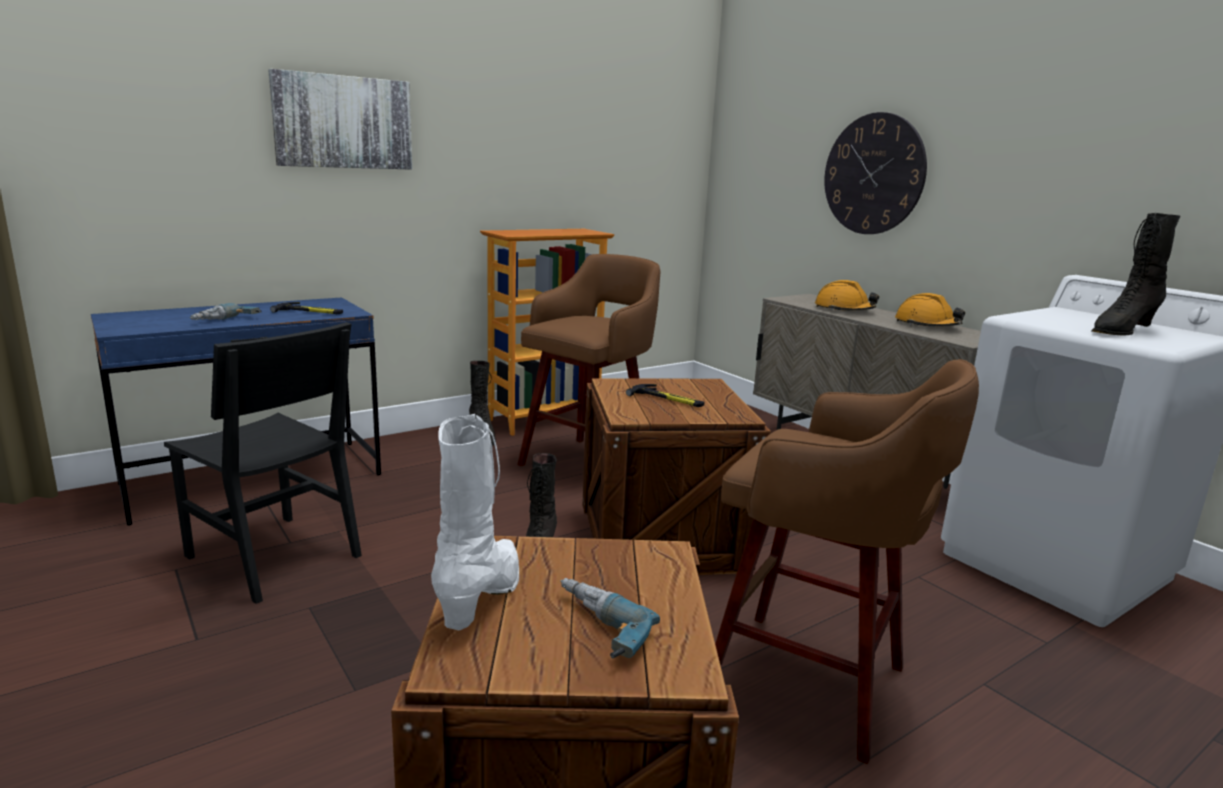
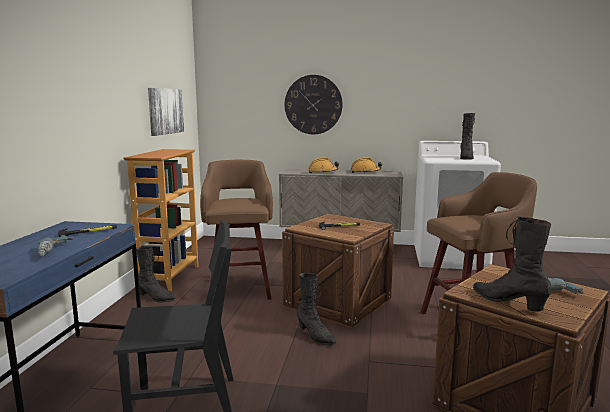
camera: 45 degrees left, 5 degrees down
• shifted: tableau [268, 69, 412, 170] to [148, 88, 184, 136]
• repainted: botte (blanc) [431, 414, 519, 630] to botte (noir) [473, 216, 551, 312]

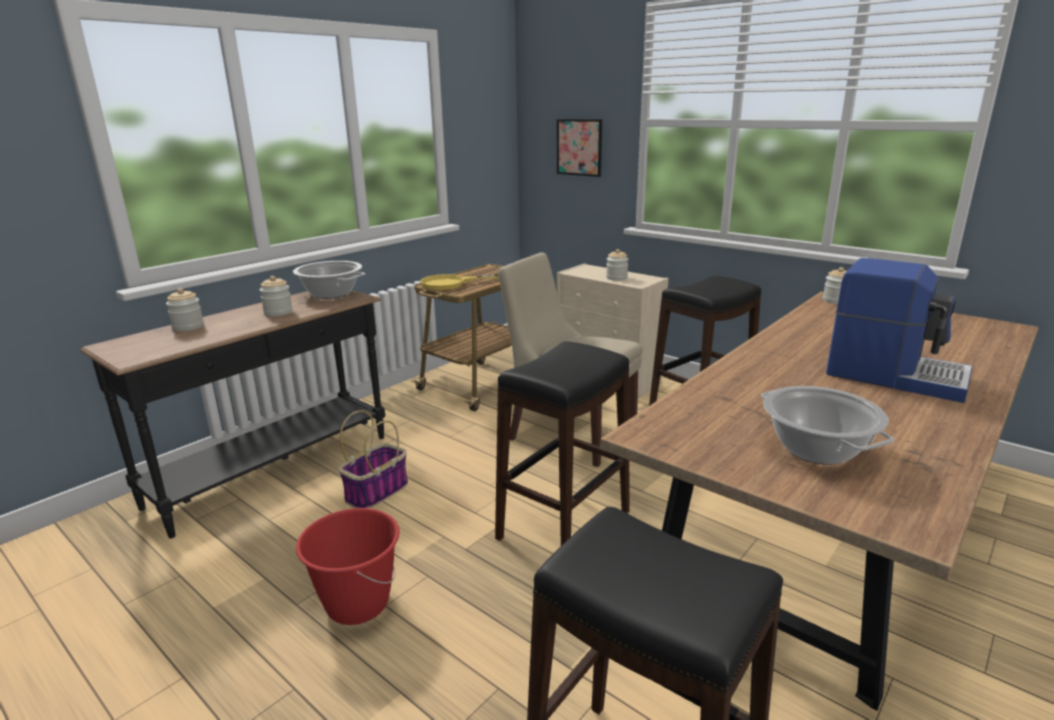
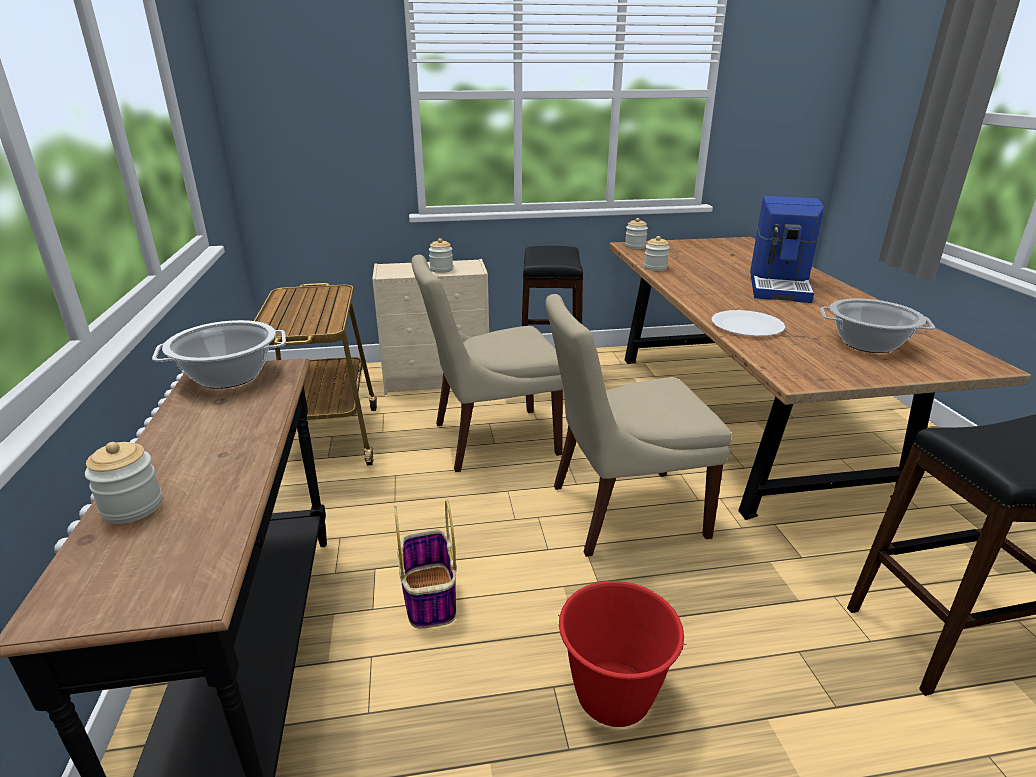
camera: 50 degrees left, 5 degrees up
• swapped: tabouret (noir) [495, 341, 630, 546] to chaise (beige) [545, 294, 732, 557]
• shifted: bocal [260, 276, 293, 316] to [644, 236, 670, 271]
• new: assiette (blanc) [711, 310, 785, 336]
• rotated: machine à café [826, 258, 972, 403] = [750, 196, 824, 303] 120 degrees clockwise
• gone: poêle (jaune) [420, 274, 499, 290]
• gone: tableau [557, 119, 602, 177]

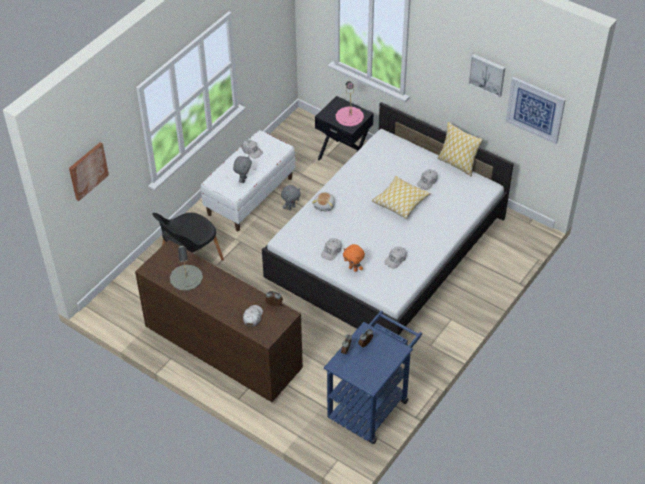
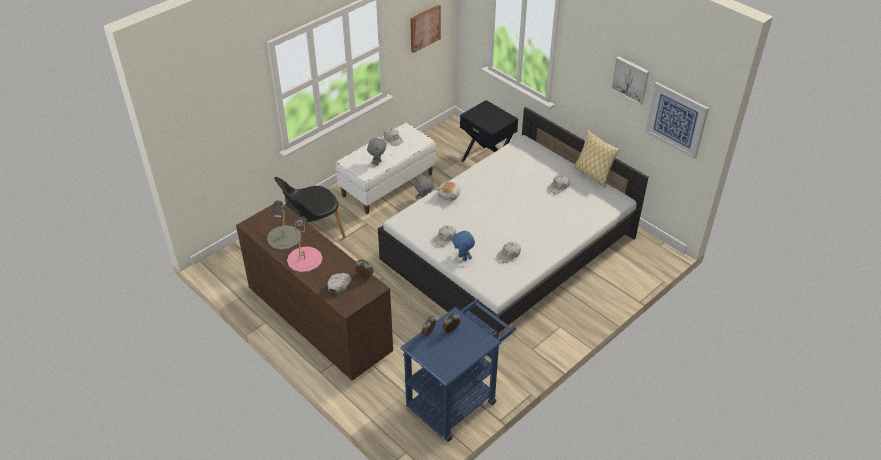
camera: 10 degrees right, 5 degrees down
• shifted: lampe de table (rose) [336, 81, 364, 126] to [287, 217, 323, 272]
• shifted: tableau [69, 142, 109, 201] to [410, 5, 441, 53]
• repainted: peluche (orange) [343, 244, 365, 272] to peluche (bleu) [452, 231, 475, 261]
• gone: coussin [372, 176, 431, 219]

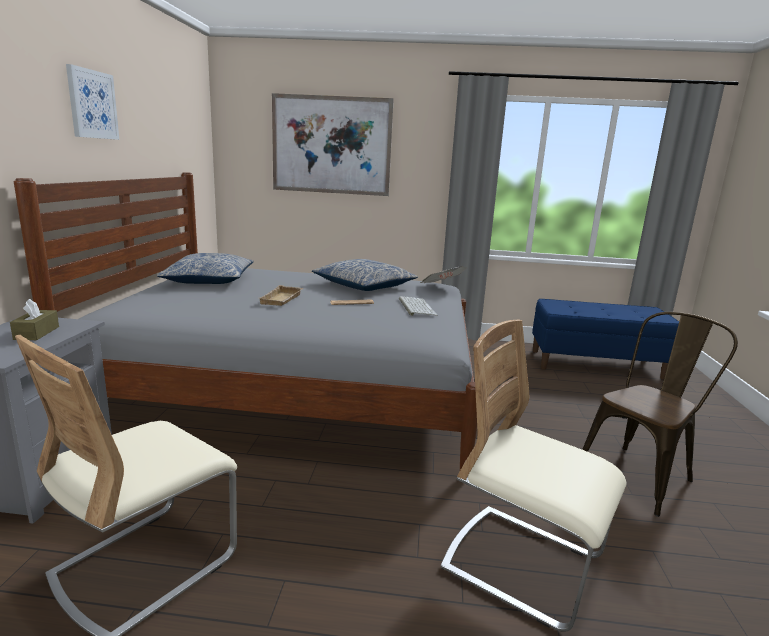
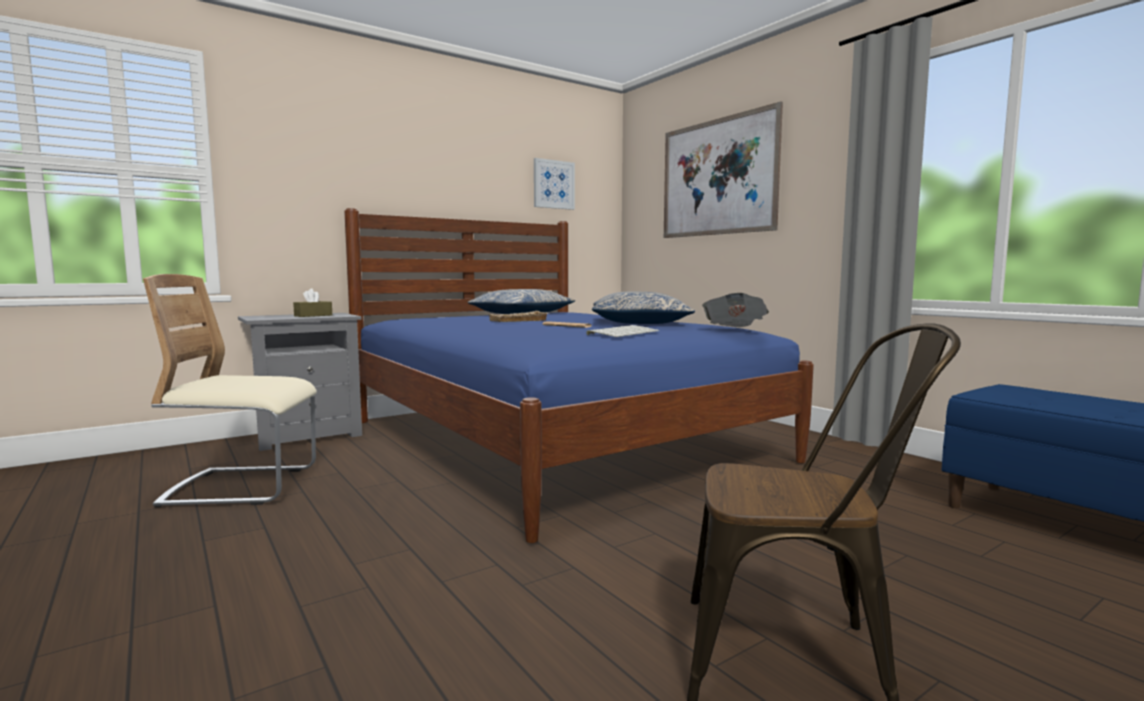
camera: 50 degrees right, 10 degrees down
• repainted: lit (gris) [14, 172, 477, 470] to lit (bleu) [344, 208, 814, 543]
• shifted: tableau [66, 64, 119, 140] to [534, 158, 575, 210]
• gone: chaise (beige) [440, 319, 626, 632]

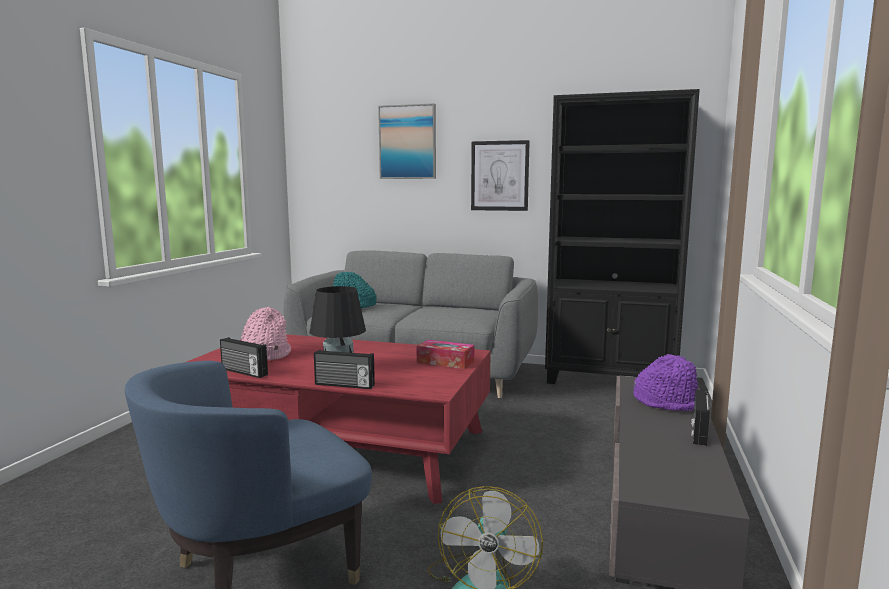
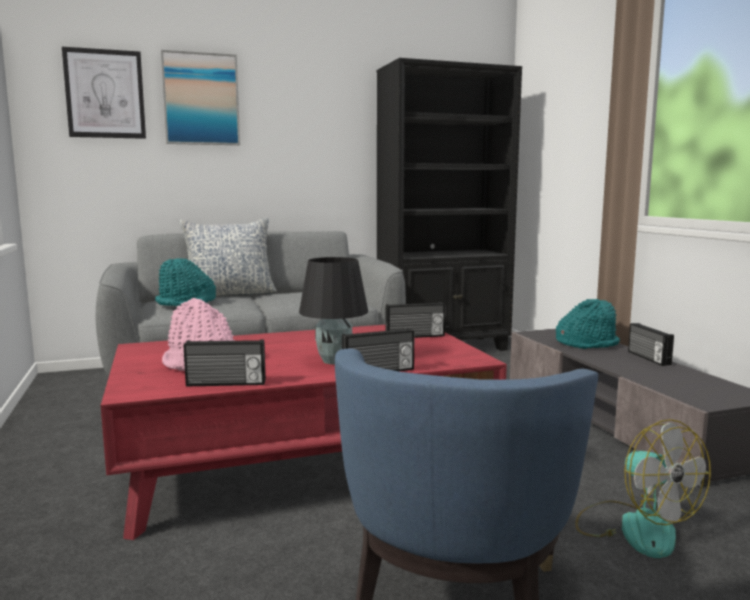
camera: 35 degrees left, 0 degrees up
• shifted: tableau [471, 140, 530, 211] to [62, 47, 146, 139]
• new: coussin [179, 218, 277, 296]
• swapped: boîte à mouchoirs [417, 340, 474, 369] to radio [386, 302, 445, 338]
• repainted: chapeau (violet) [633, 354, 698, 411] to chapeau (turquoise) [556, 299, 620, 349]

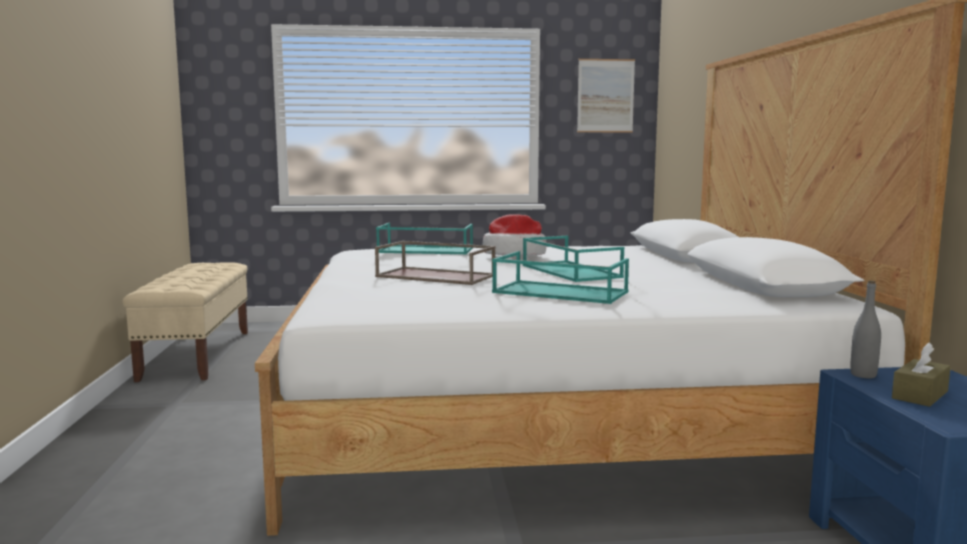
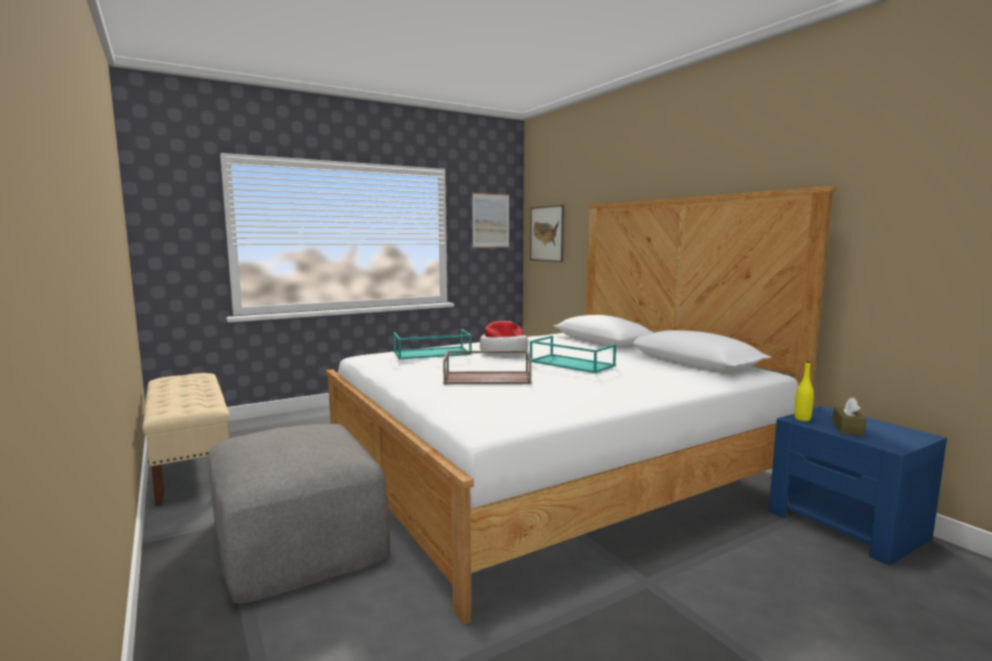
camera: 25 degrees left, 0 degrees up
• new: pouf (gris) [208, 424, 389, 604]
• new: tableau [530, 205, 564, 262]
• repainted: bouteille (gris) [850, 281, 881, 378] to bouteille (jaune) [794, 361, 814, 421]
• gone: plateau (turquoise) [492, 251, 629, 304]

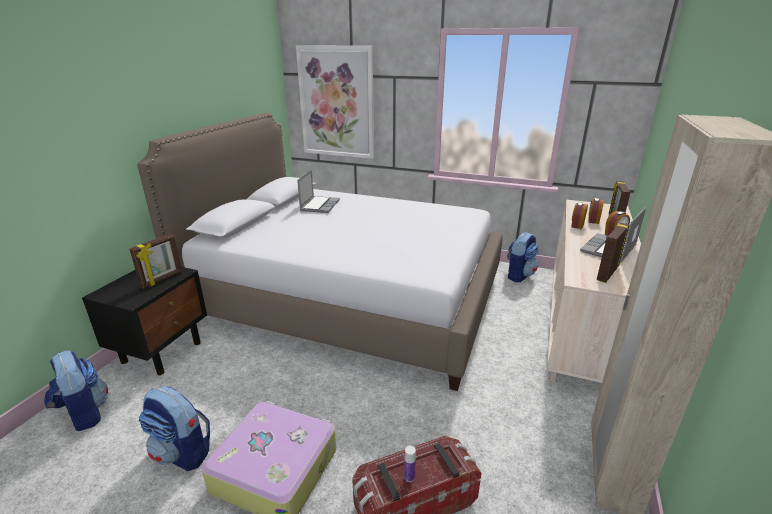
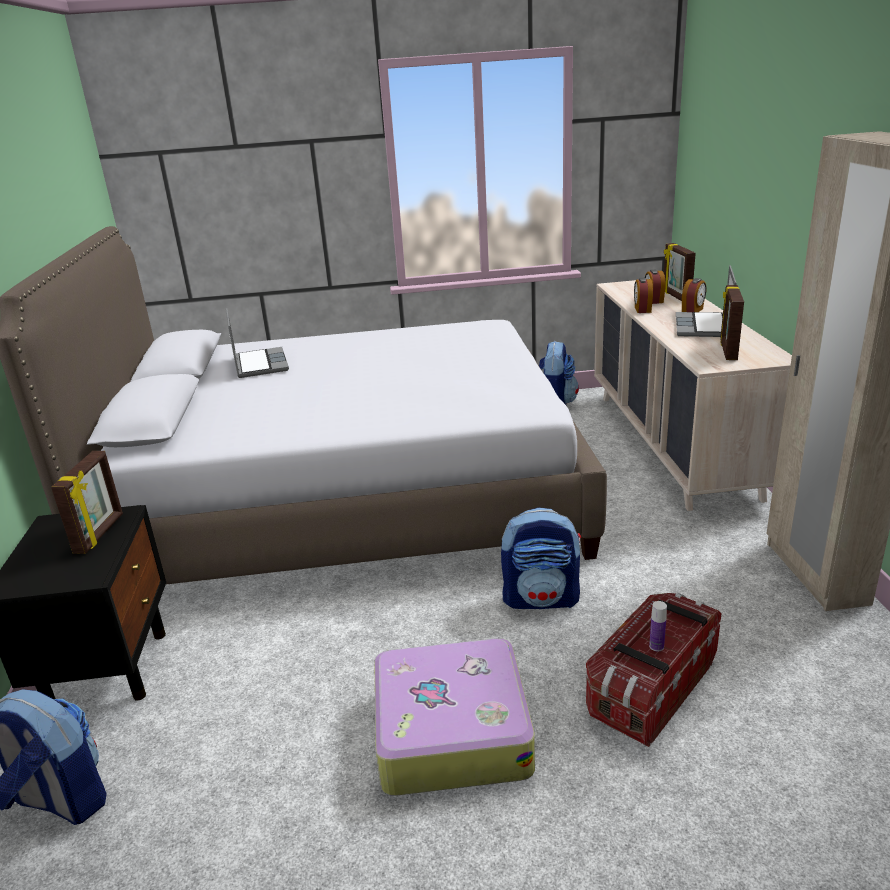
camera: 25 degrees left, 0 degrees up
• shifted: sac à dos [139, 386, 210, 471] to [501, 507, 581, 609]
• gone: tableau [296, 45, 374, 159]

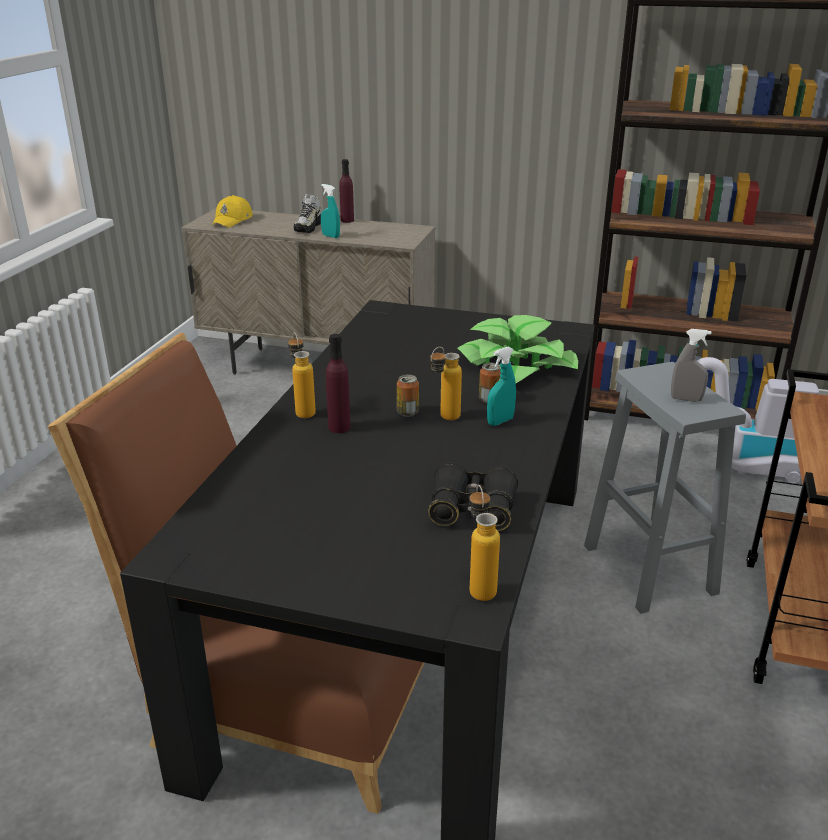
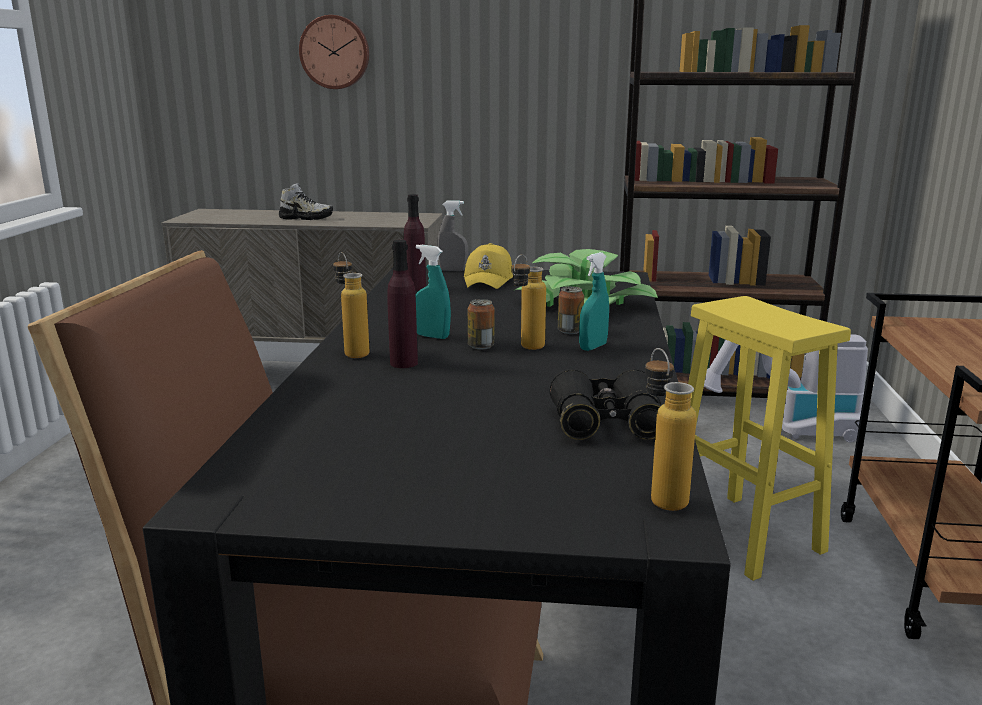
camera: 10 degrees left, 10 degrees down
• rotated: chaussure [294, 194, 321, 233] = [279, 183, 333, 220] 90 degrees counterclockwise
• new: horloge murale [299, 15, 369, 89]
• shifted: bouteille (violet) [339, 159, 354, 223] to [404, 194, 426, 291]
• shifted: vaporisateur (turquoise) [321, 184, 340, 238] to [415, 245, 451, 339]
• shifted: vaporisateur (gris) [671, 329, 712, 402] to [437, 200, 468, 271]
• shifted: casquette (jaune) [212, 195, 253, 227] to [464, 243, 513, 289]
• repainted: tabouret (gris) [584, 362, 746, 614] to tabouret (jaune) [688, 296, 851, 581]

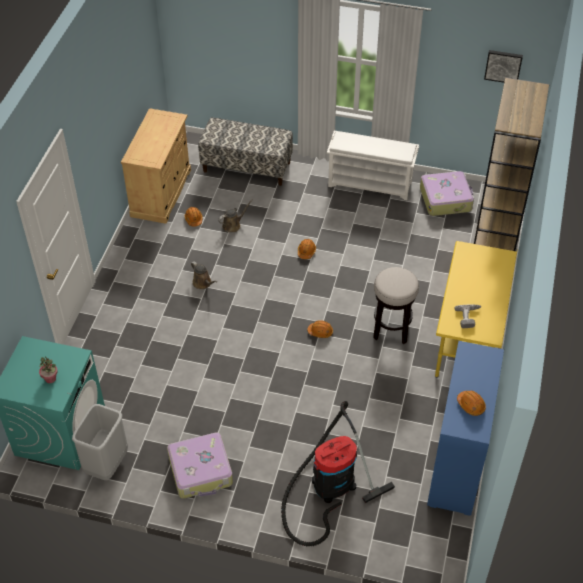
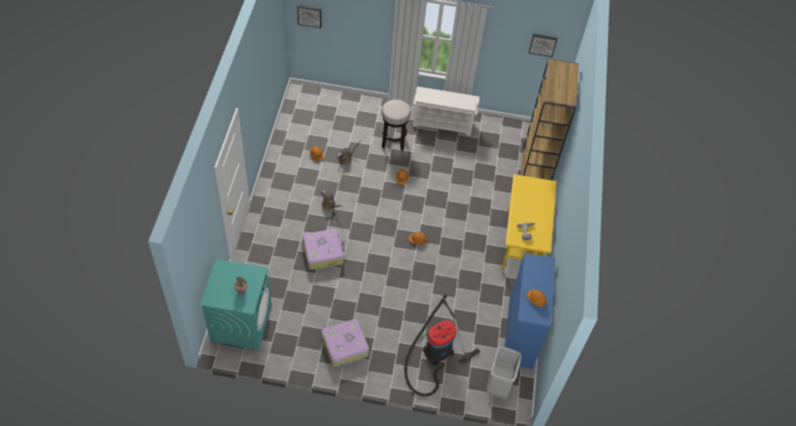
camera: 10 degrees left, 5 degrees up
• new: tableau [297, 5, 321, 28]
• shifted: valise [420, 171, 474, 216] to [302, 229, 345, 270]
• shifted: tabouret [373, 267, 419, 344] to [381, 99, 411, 151]
• shifted: poubelle (gris) [72, 404, 128, 480] to [486, 347, 522, 399]
• gone: meuble de rangement (beige) [121, 108, 191, 223]
• gone: banc [198, 118, 293, 186]

